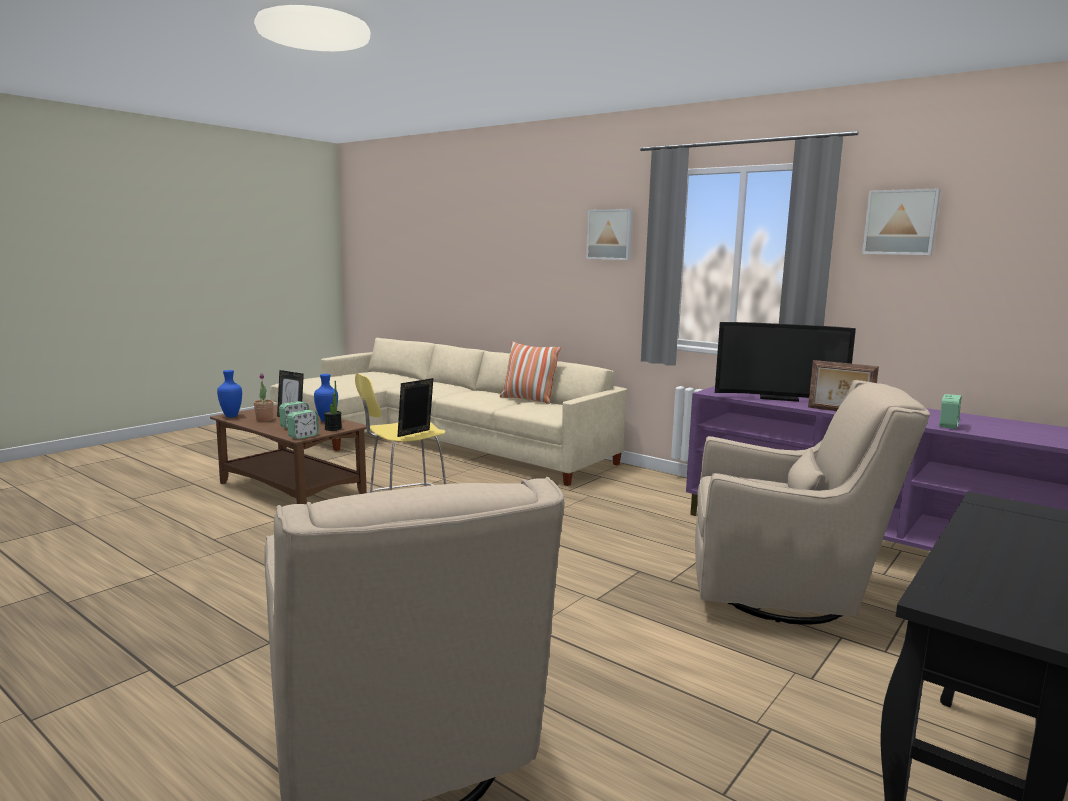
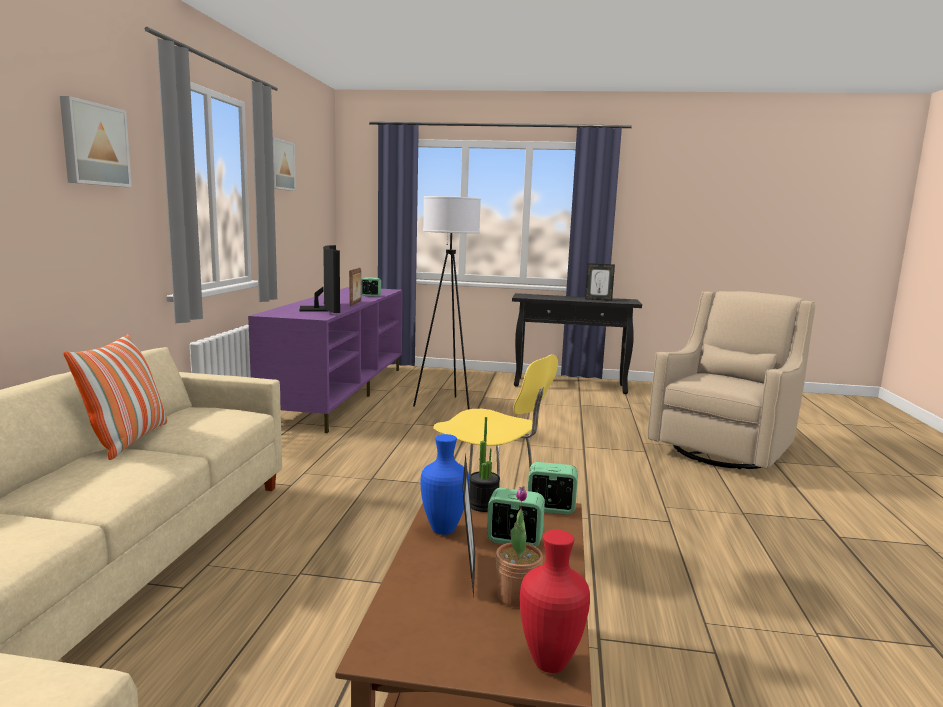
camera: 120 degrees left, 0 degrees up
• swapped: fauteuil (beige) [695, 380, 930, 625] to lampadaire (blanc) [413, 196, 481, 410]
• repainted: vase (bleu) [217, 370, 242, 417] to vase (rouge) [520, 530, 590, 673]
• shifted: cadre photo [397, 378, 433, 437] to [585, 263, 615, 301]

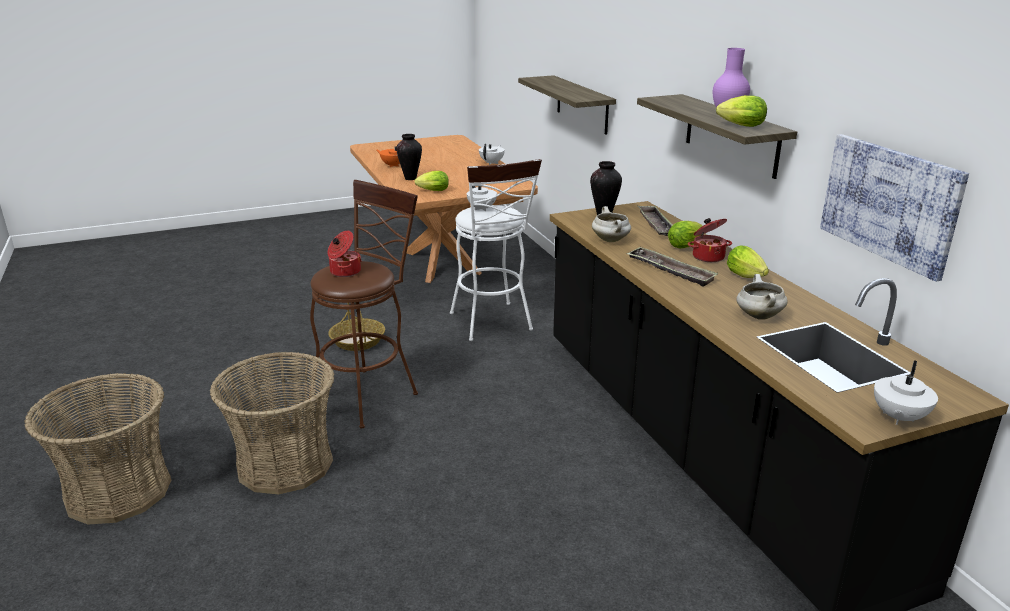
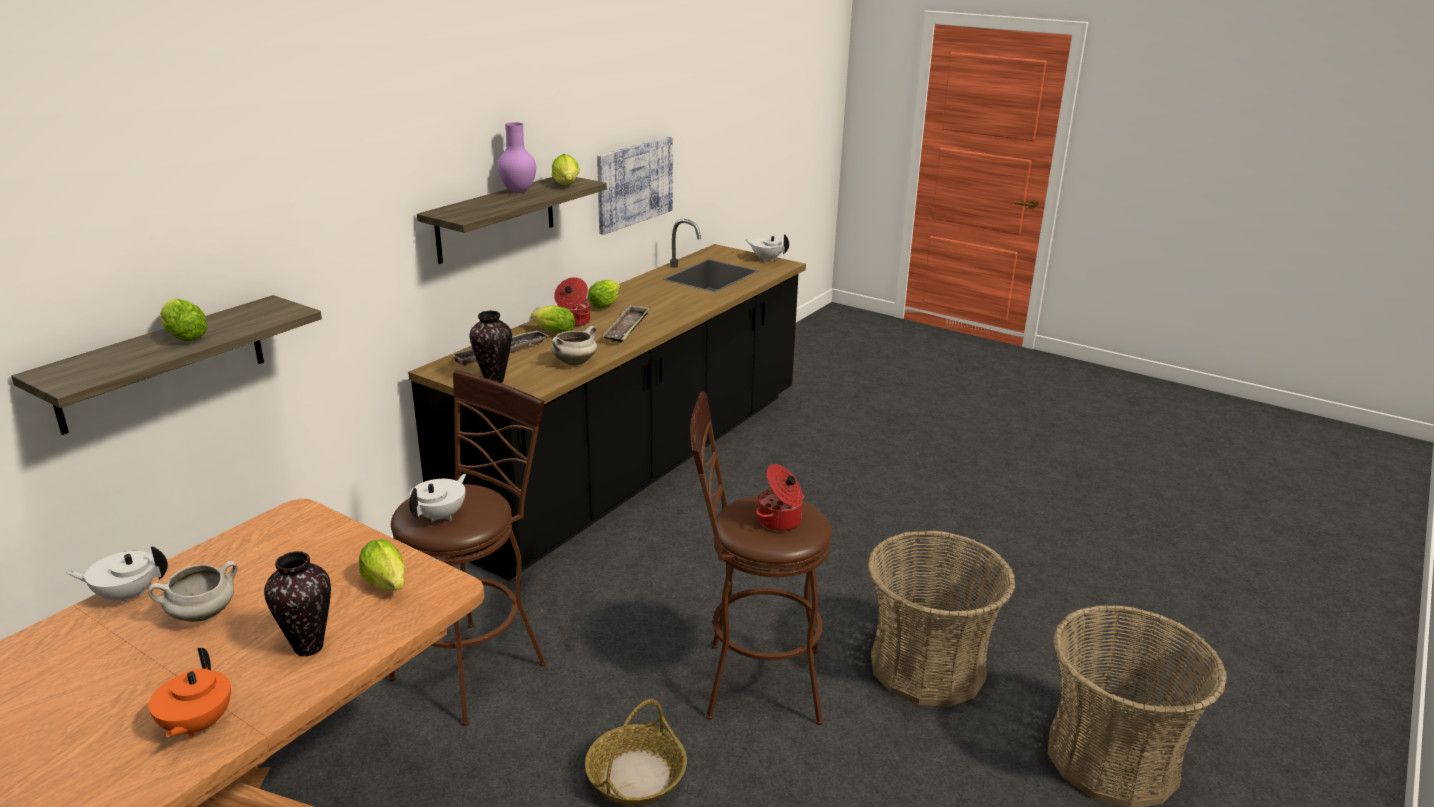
camera: 125 degrees left, 0 degrees up
• shifted: marmite (blanc) [736, 274, 788, 320] to [148, 561, 238, 622]
• new: laitue [160, 299, 208, 342]
• repainted: tabouret (blanc) [450, 159, 542, 341] to tabouret (marron) [388, 370, 546, 726]
• rotated: théière (blanc) [874, 360, 938, 425] = [745, 234, 789, 262] 150 degrees counterclockwise

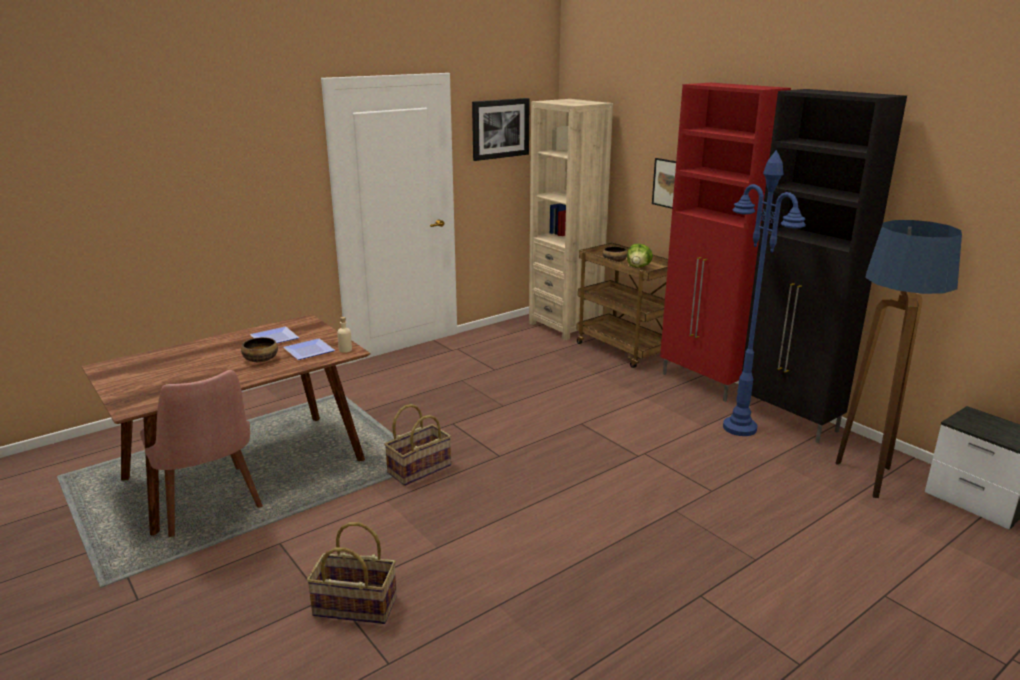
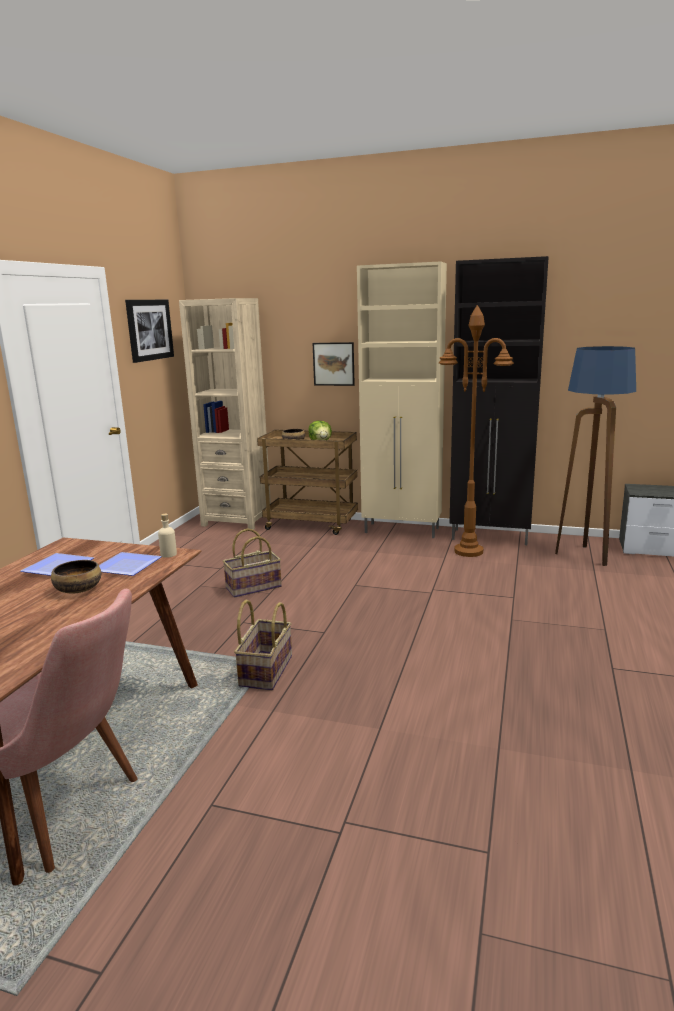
camera: 35 degrees left, 5 degrees down
• shifted: panier [307, 522, 397, 624] to [223, 528, 282, 598]
• repainted: meuble de rangement (rouge) [660, 83, 791, 402] to meuble de rangement (beige) [357, 261, 447, 538]
• repainted: lampadaire (bleu) [723, 150, 806, 436] to lampadaire (marron) [439, 305, 514, 557]

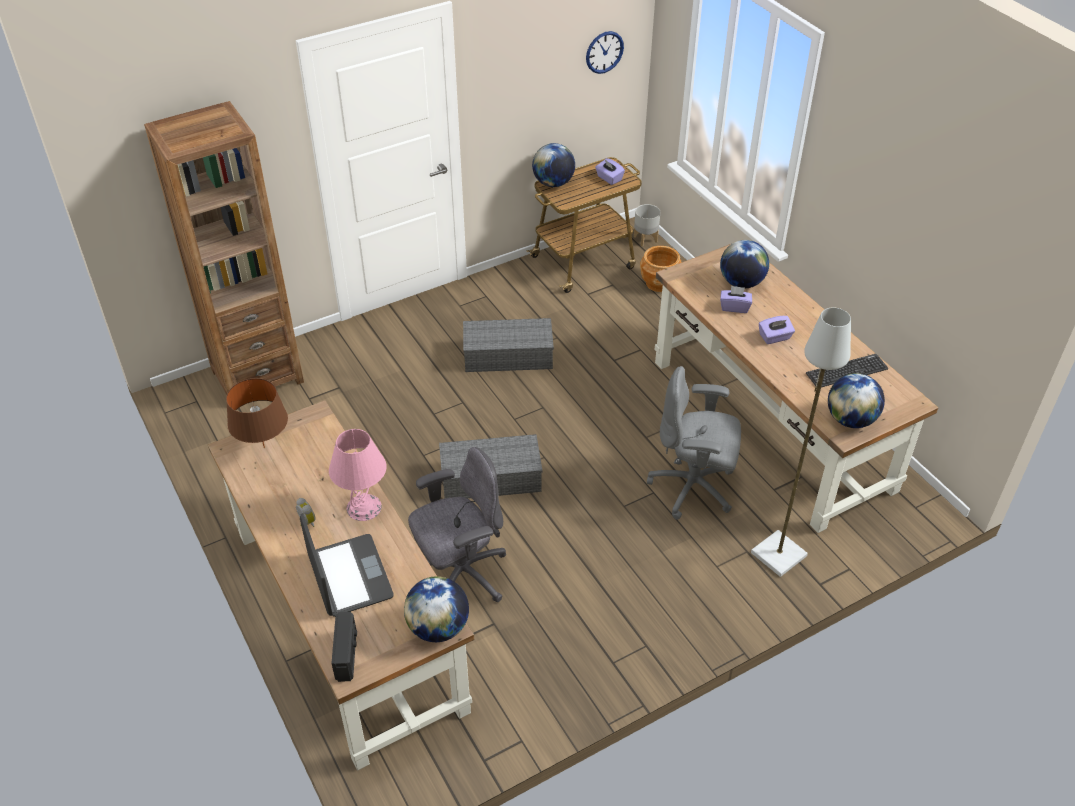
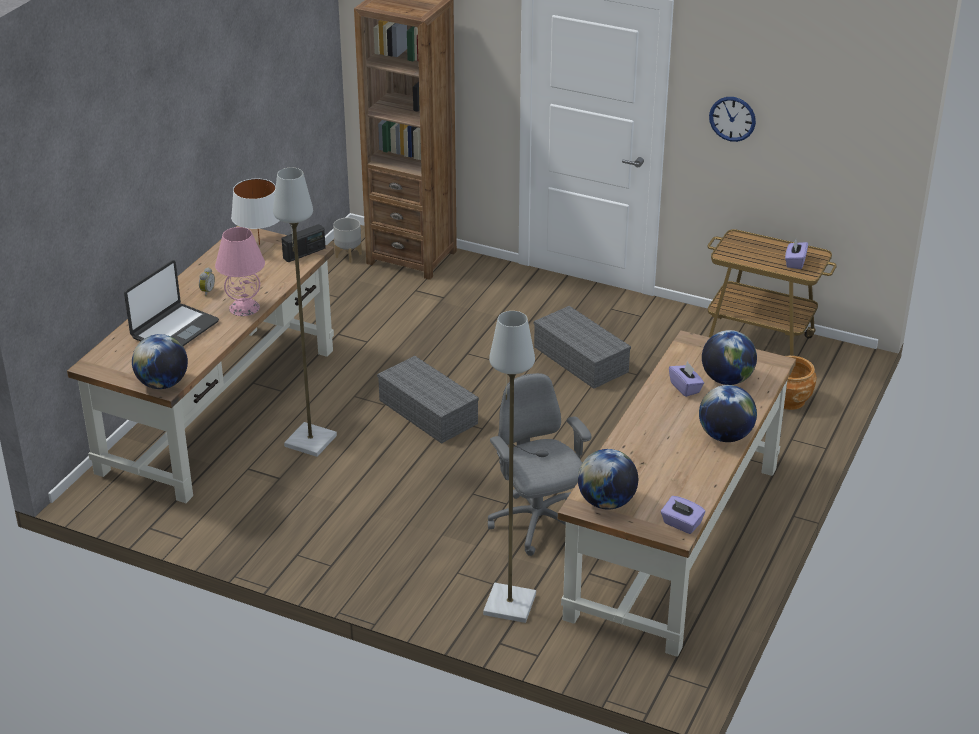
camera: 55 degrees right, 10 degrees down
• repainted: lampe de table (marron) [226, 378, 288, 448] to lampe de table (blanc) [231, 179, 280, 245]
• swapped: chaise de bureau (gris) [408, 447, 506, 602] to lampadaire (gris) [273, 168, 337, 457]
• shifted: radio [331, 612, 357, 682] to [281, 224, 326, 263]
• shifted: cache-pot (gris) [634, 204, 660, 247] to [333, 218, 362, 263]
• shifted: boîte à mouchoirs (violet) [759, 316, 795, 344] to [661, 496, 705, 534]
• shifted: globe [532, 143, 575, 187] to [699, 385, 757, 442]
• shifted: horloge murale [586, 31, 624, 74] to [709, 97, 756, 142]
• gone: clavier [806, 354, 888, 387]

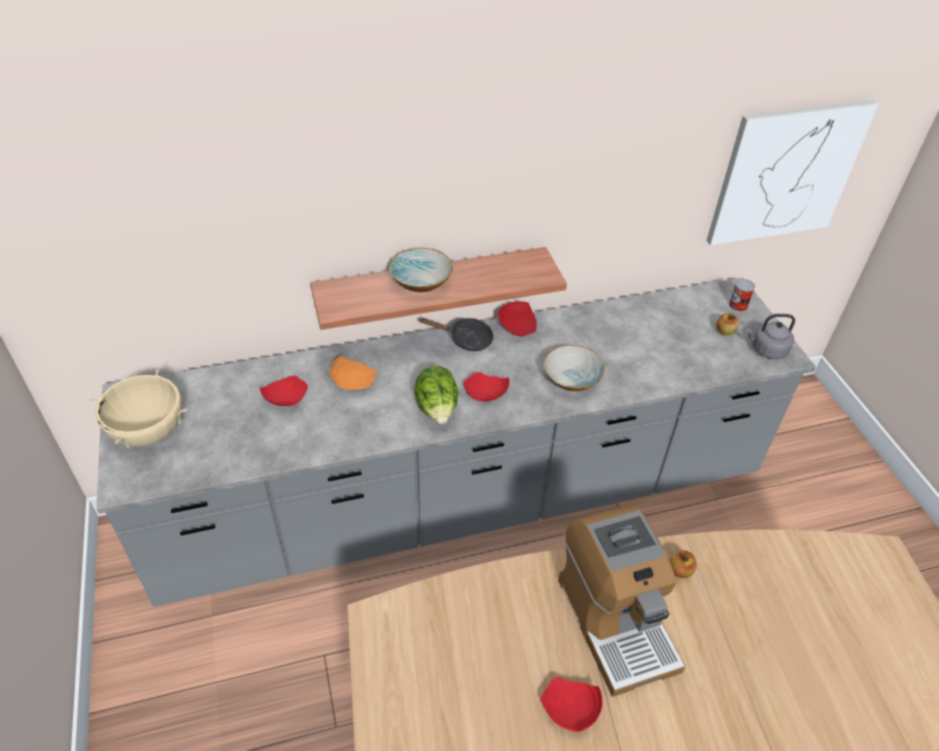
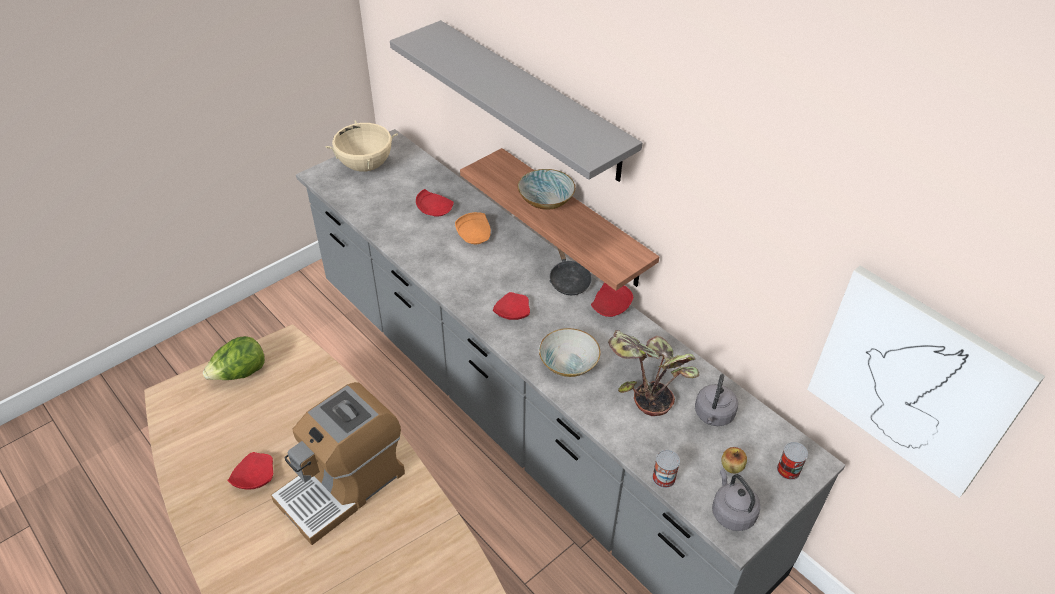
camera: 65 degrees right, 0 degrees up
• shifted: laitue [414, 366, 459, 424] to [203, 336, 265, 380]
• new: étagère (gris) [390, 20, 642, 182]
• new: plante en pot [608, 330, 699, 416]
• new: boîte métallique [652, 450, 680, 488]
• new: bouilloire (gris) [695, 374, 738, 426]
• gone: pomme [670, 550, 697, 578]

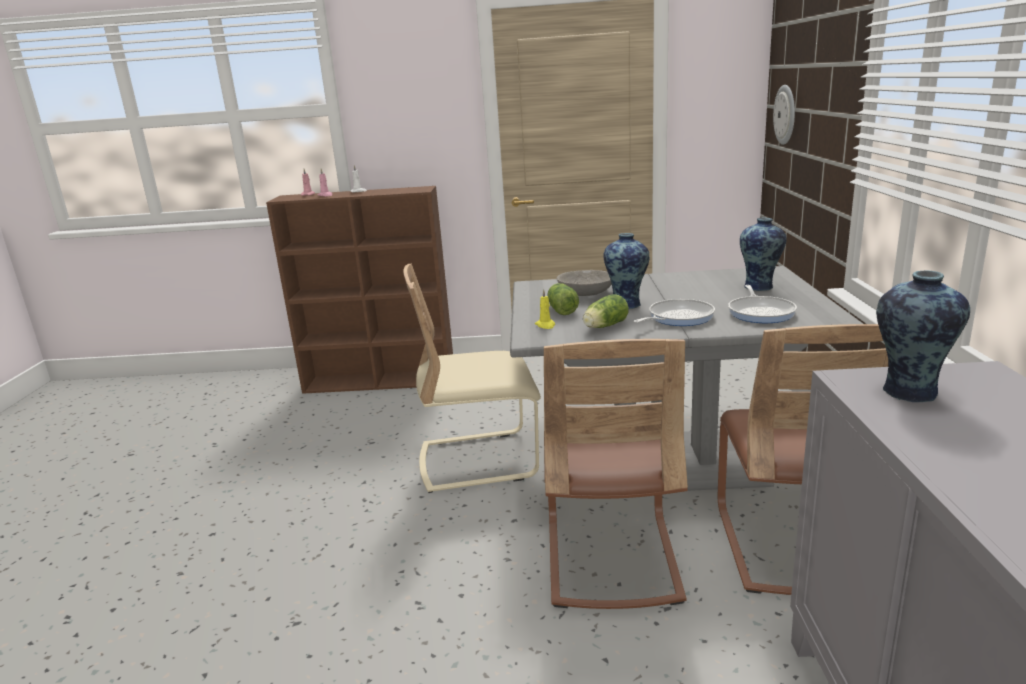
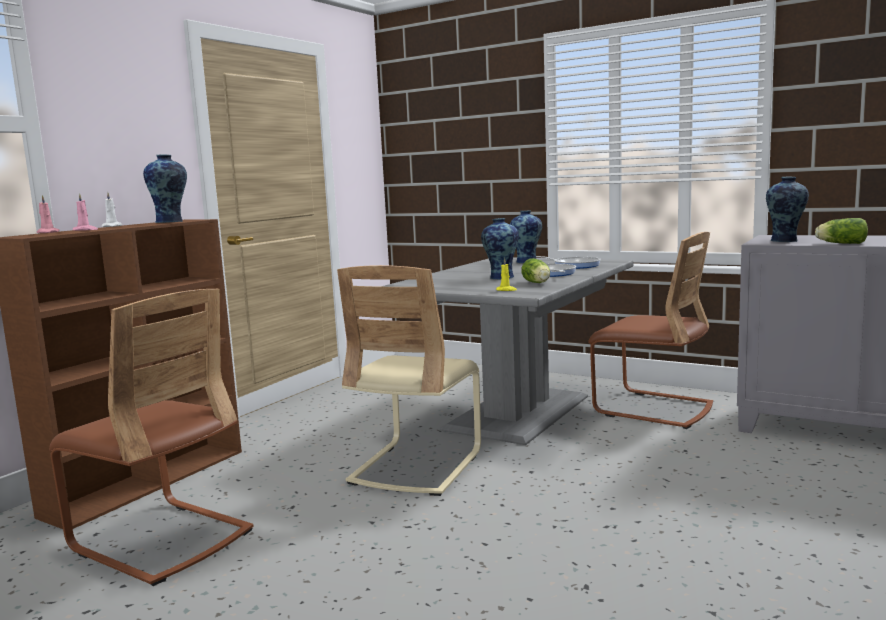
camera: 60 degrees left, 10 degrees down
• shifted: chaise (marron) [544, 339, 688, 609] to [49, 289, 254, 586]
• new: vase [143, 154, 187, 223]
• shifted: laitue [547, 283, 579, 315] to [815, 218, 868, 244]
• gone: bol (gris) [557, 270, 612, 296]
• gone: horloge murale [773, 85, 795, 145]

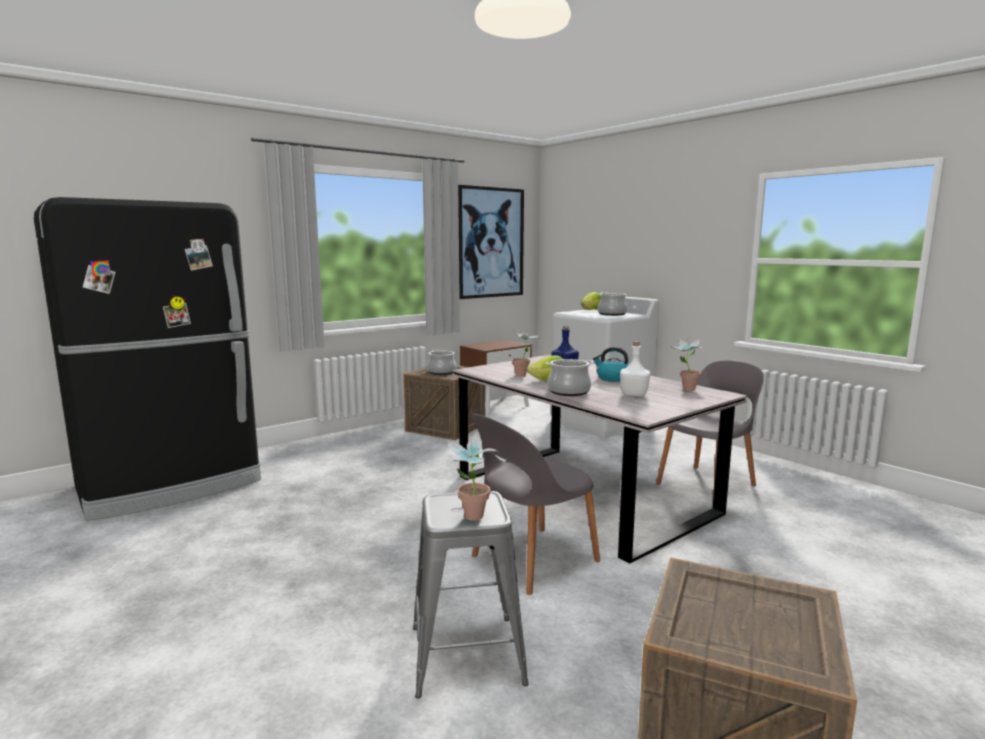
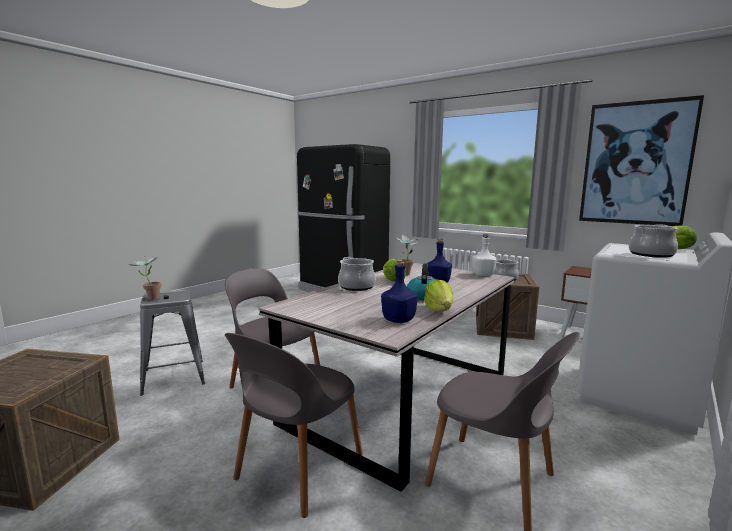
camera: 75 degrees right, 0 degrees up
• new: chaise (gris) [225, 333, 363, 518]
• swapped: plante en pot [672, 338, 704, 391] to bouteille (bleu) [381, 260, 418, 323]
• new: laitue [424, 279, 453, 312]
• shifted: bouteille (blanc) [620, 341, 650, 397] to [472, 234, 497, 276]

